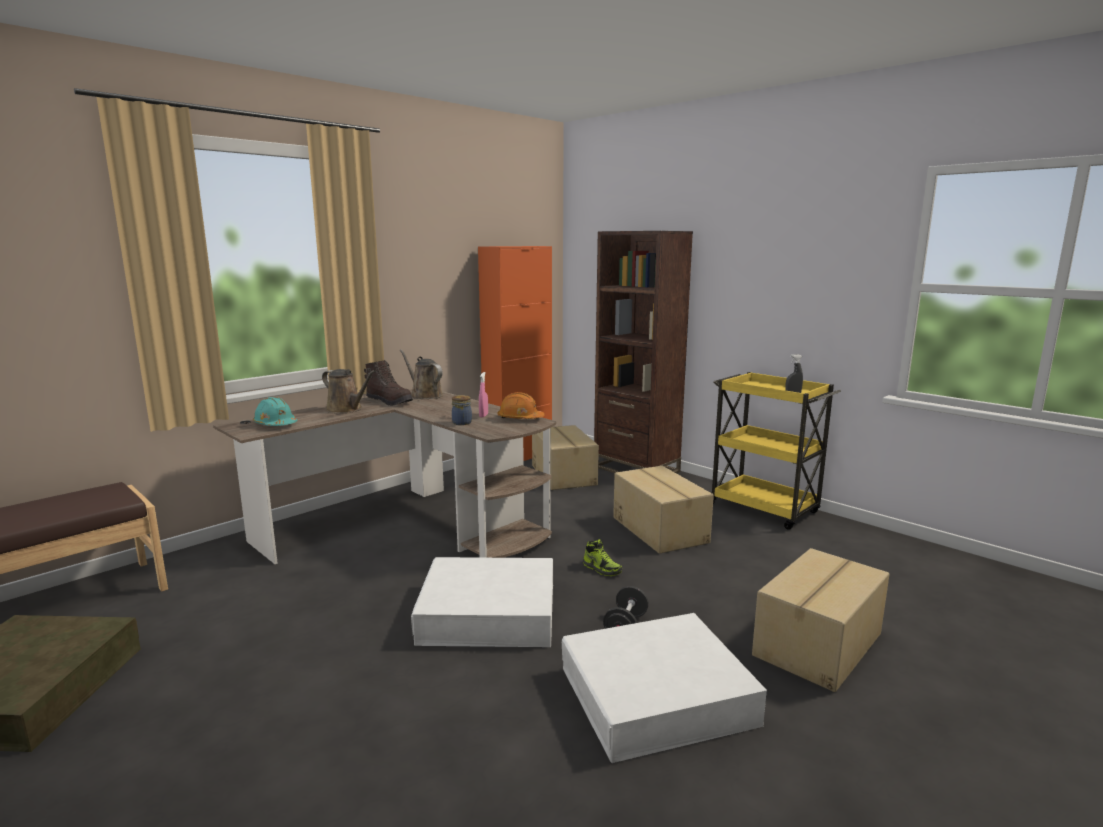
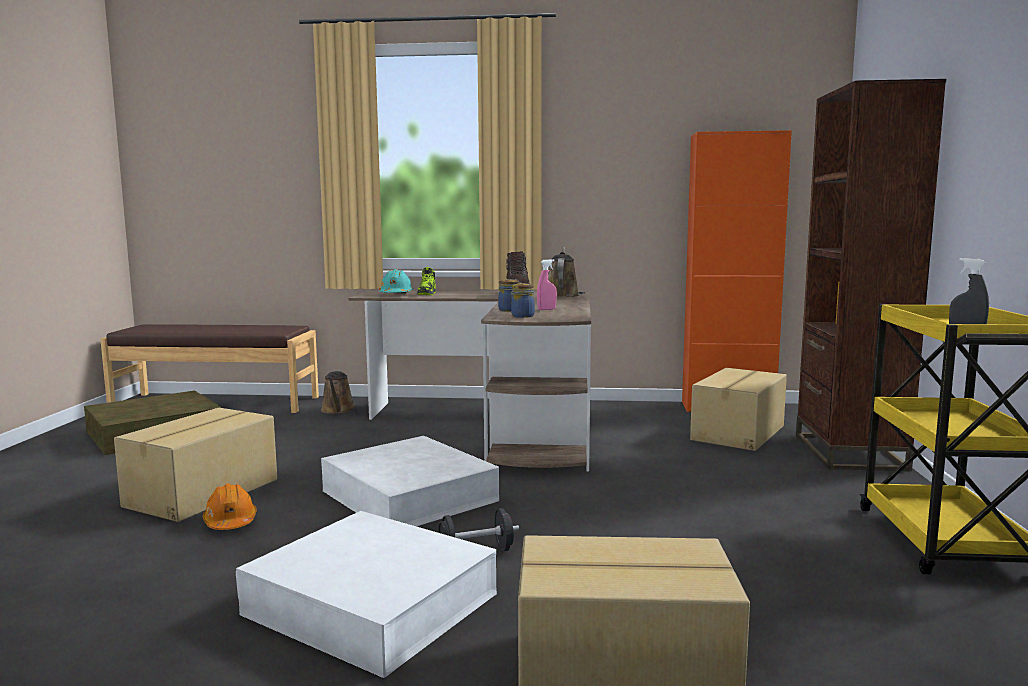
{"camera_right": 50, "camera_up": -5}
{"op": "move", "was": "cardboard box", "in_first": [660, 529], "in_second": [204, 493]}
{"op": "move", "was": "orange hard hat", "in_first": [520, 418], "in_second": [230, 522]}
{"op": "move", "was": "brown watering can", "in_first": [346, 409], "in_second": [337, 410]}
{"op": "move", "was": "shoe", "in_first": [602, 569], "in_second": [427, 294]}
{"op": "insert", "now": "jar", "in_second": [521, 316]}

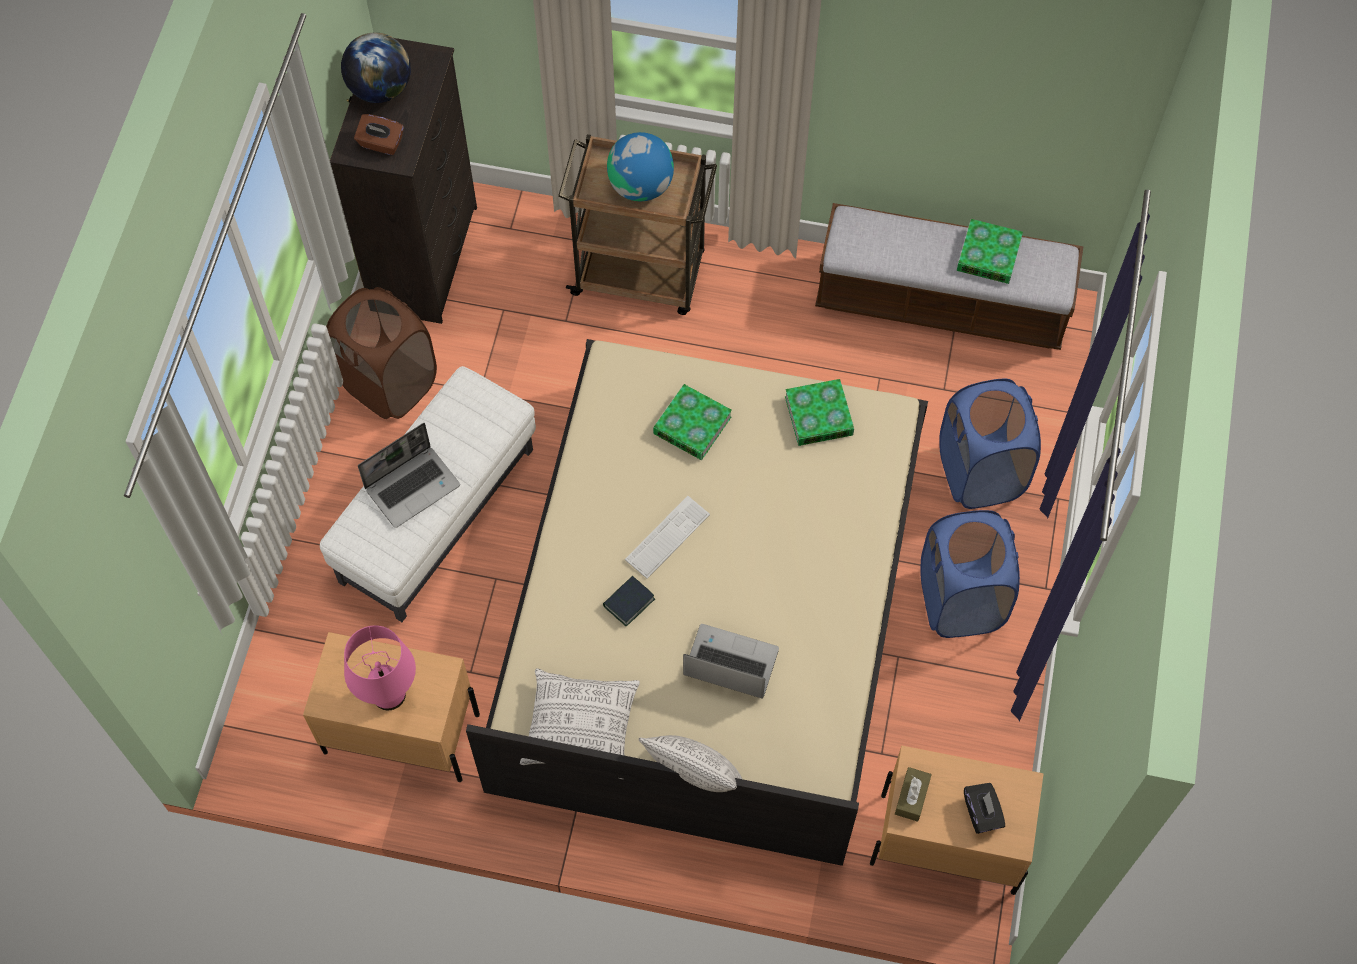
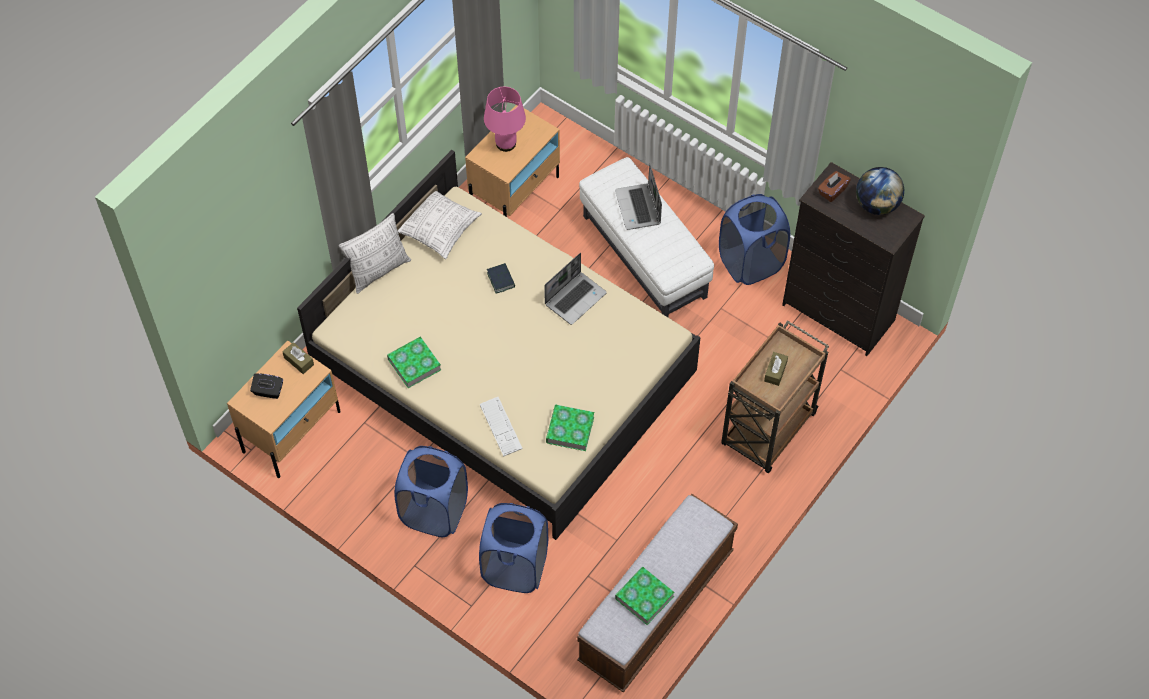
{"camera_right": 115, "camera_up": -5}
{"op": "move", "was": "book", "in_first": [692, 425], "in_second": [414, 364]}
{"op": "move", "was": "keyboard", "in_first": [667, 537], "in_second": [500, 426]}
{"op": "move", "was": "laptop", "in_first": [729, 663], "in_second": [575, 298]}
{"op": "recolor", "was": "brown laundry basket", "now": "blue laundry basket", "in_first": [389, 383], "in_second": [750, 263]}
{"op": "replace", "was": "globe", "now": "brown tissue box", "in_first": [640, 186], "in_second": [775, 372]}

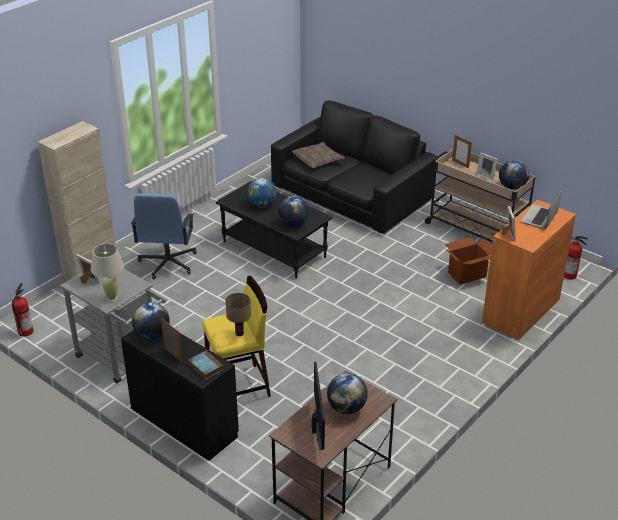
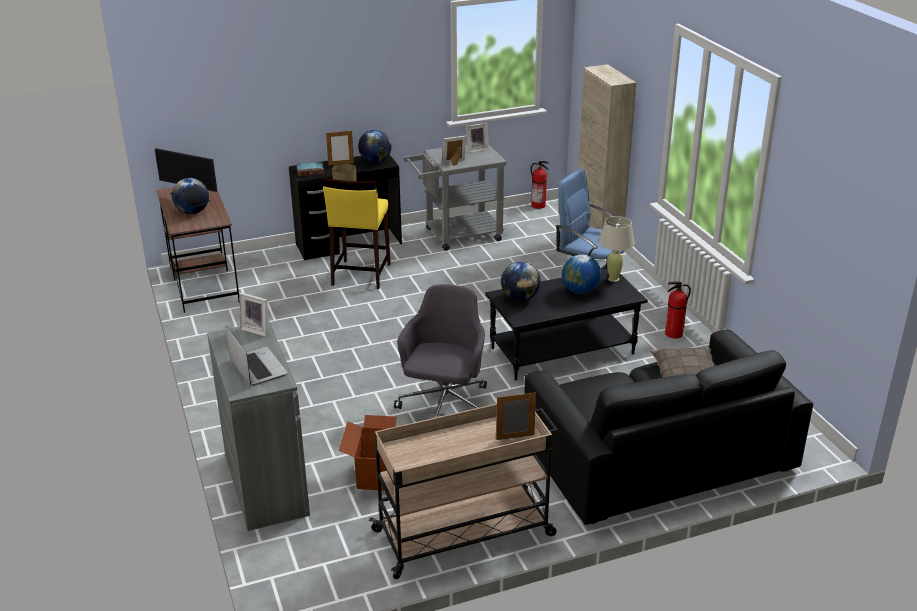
{"camera_right": 120, "camera_up": -5}
{"op": "recolor", "was": "orange cabinet", "now": "grey cabinet", "in_first": [521, 311], "in_second": [266, 484]}
{"op": "insert", "now": "grey office chair", "in_second": [444, 404]}
{"op": "move", "was": "picture frame", "in_first": [486, 176], "in_second": [455, 163]}
{"op": "move", "was": "beige table lamp", "in_first": [112, 298], "in_second": [613, 279]}
{"op": "move", "was": "fire extinguisher", "in_first": [570, 275], "in_second": [673, 334]}
{"op": "delete", "was": "globe", "in_first": [511, 187]}

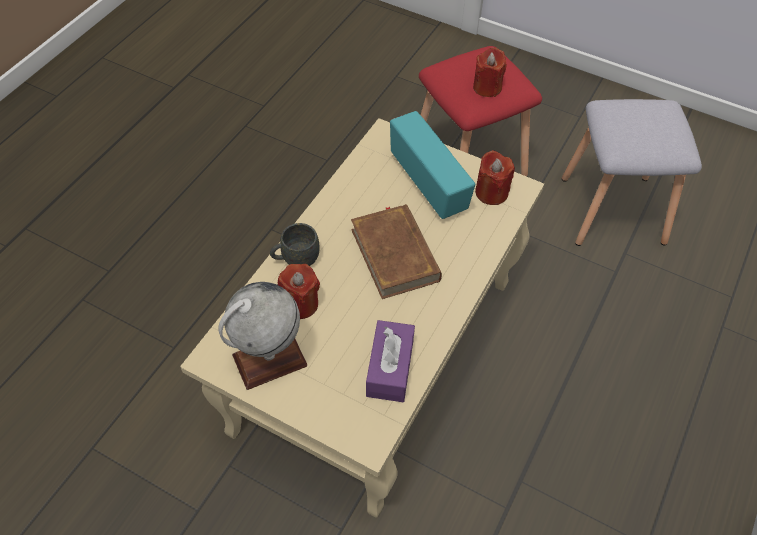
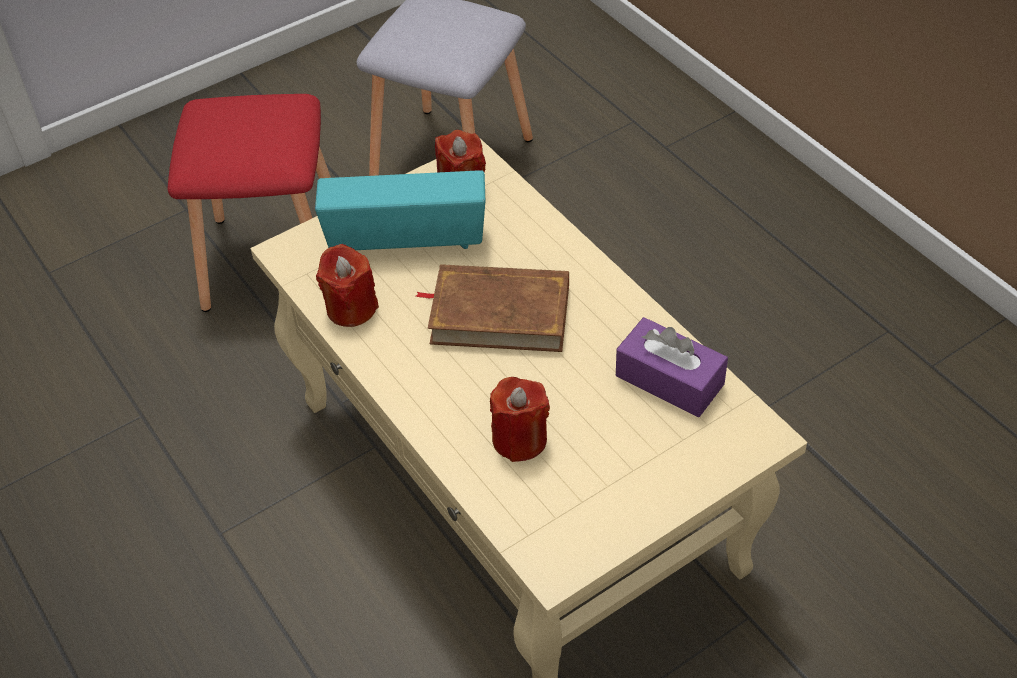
{"camera_right": -60, "camera_up": -5}
{"op": "move", "was": "red candle", "in_first": [487, 87], "in_second": [351, 308]}
{"op": "delete", "was": "globe", "in_first": [269, 360]}
{"op": "delete", "was": "grey mug", "in_first": [295, 259]}

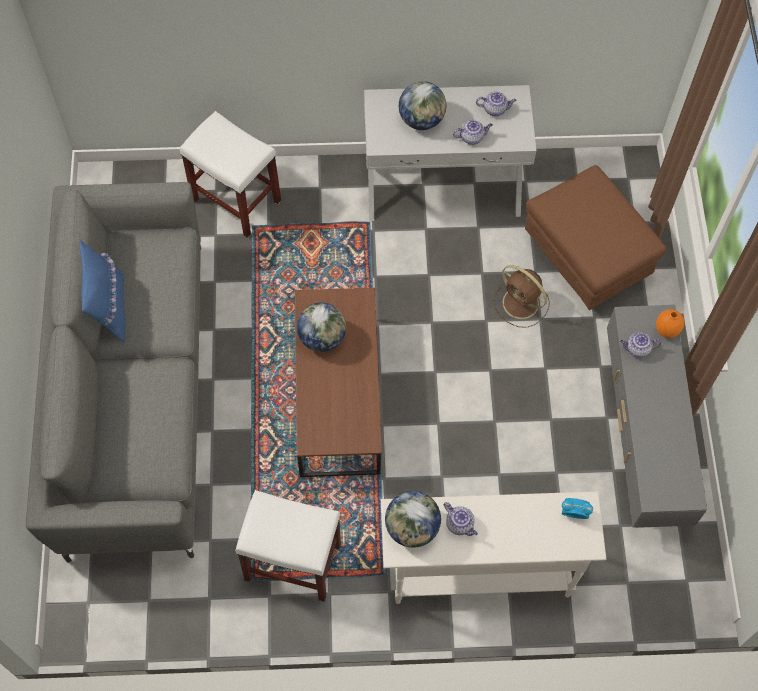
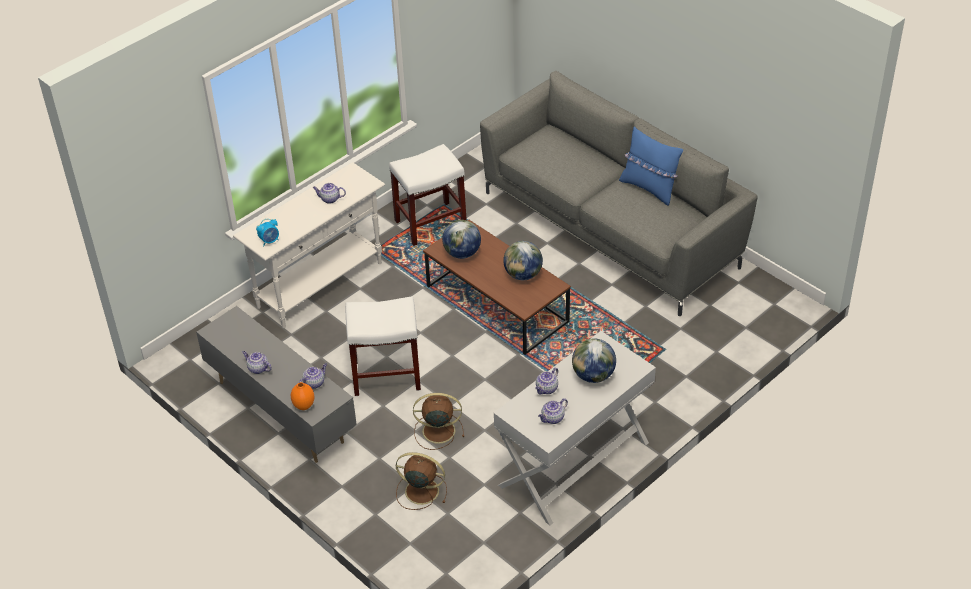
{"camera_right": 140, "camera_up": -20}
{"op": "insert", "now": "teapot", "in_second": [257, 368]}
{"op": "move", "was": "white stool", "in_first": [237, 201], "in_second": [385, 376]}
{"op": "replace", "was": "brown ottoman", "now": "brown fan", "in_first": [586, 260], "in_second": [420, 491]}
{"op": "move", "was": "globe", "in_first": [412, 528], "in_second": [462, 253]}

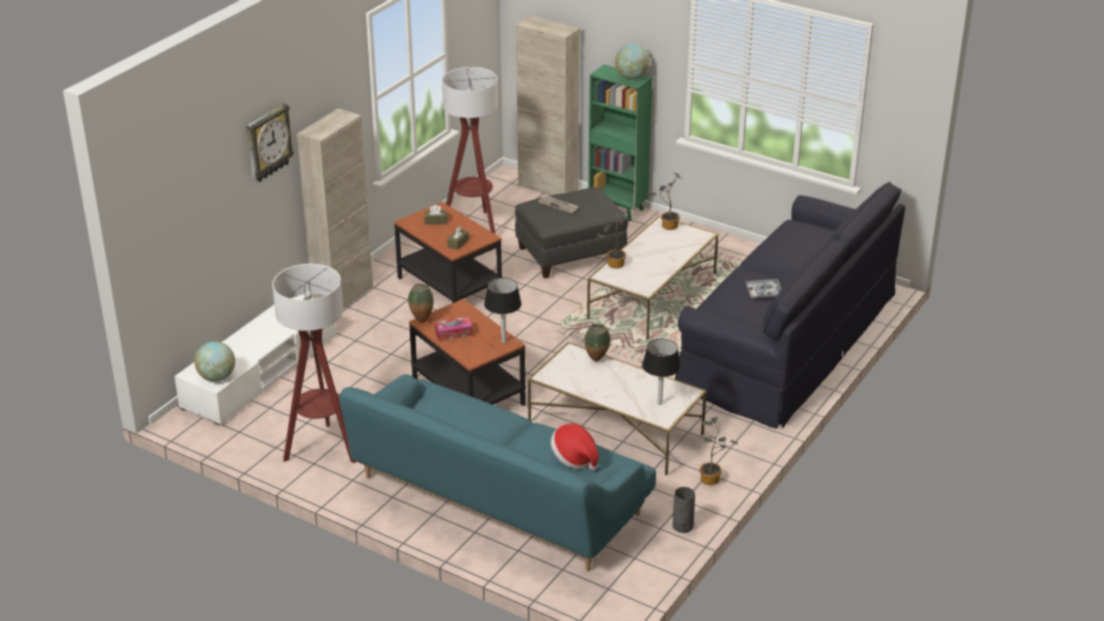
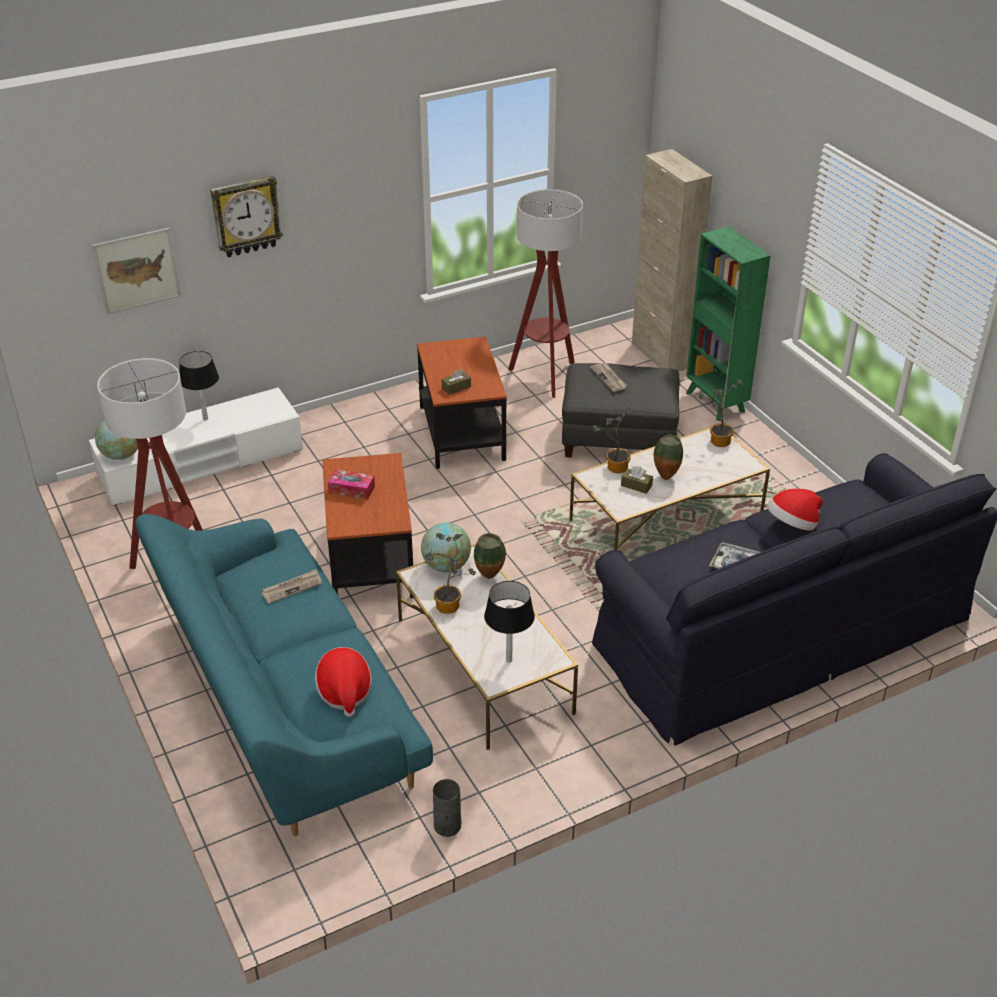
{"camera_right": 30, "camera_up": 5}
{"op": "insert", "now": "picture", "in_second": [137, 270]}
{"op": "move", "was": "black table lamp", "in_first": [503, 341], "in_second": [205, 419]}
{"op": "insert", "now": "newspaper", "in_second": [292, 588]}
{"op": "move", "was": "globe", "in_first": [631, 77], "in_second": [446, 566]}
{"op": "move", "was": "potted plant", "in_first": [713, 479], "in_second": [450, 607]}
{"op": "move", "was": "brown tissue box", "in_first": [436, 221], "in_second": [636, 485]}
{"op": "move", "was": "vase", "in_first": [421, 320], "in_second": [665, 476]}
{"op": "insert", "now": "hat", "in_second": [792, 525]}
{"op": "delete", "was": "beige cabinet", "in_first": [343, 297]}

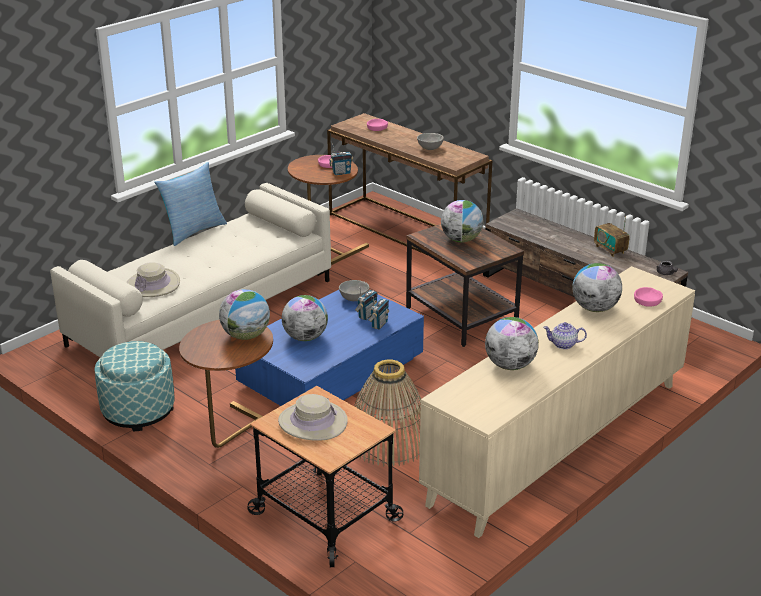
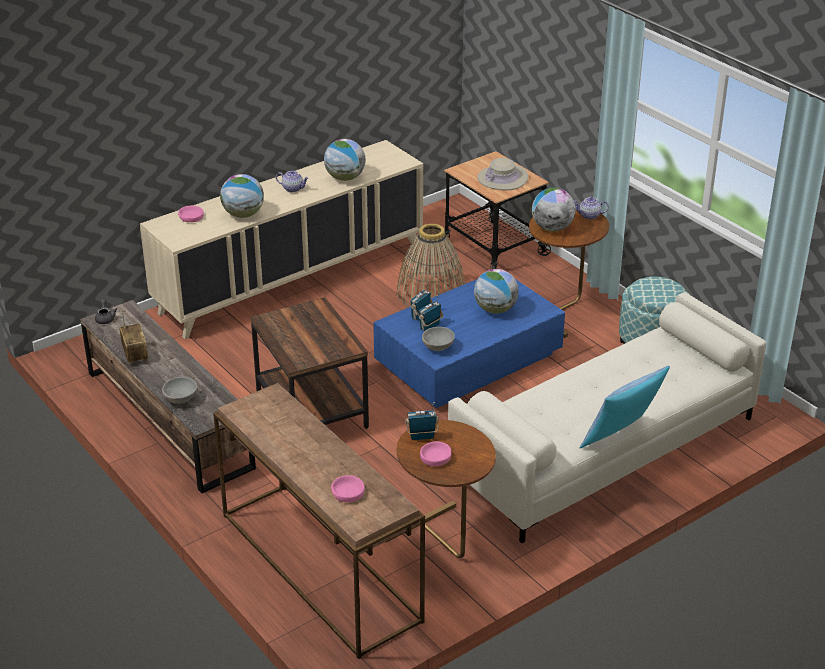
{"camera_right": -170, "camera_up": 5}
{"op": "move", "was": "grey bowl", "in_first": [429, 148], "in_second": [181, 400]}
{"op": "insert", "now": "teapot", "in_second": [589, 216]}
{"op": "delete", "was": "beige hat", "in_first": [152, 284]}
{"op": "delete", "was": "globe", "in_first": [461, 240]}

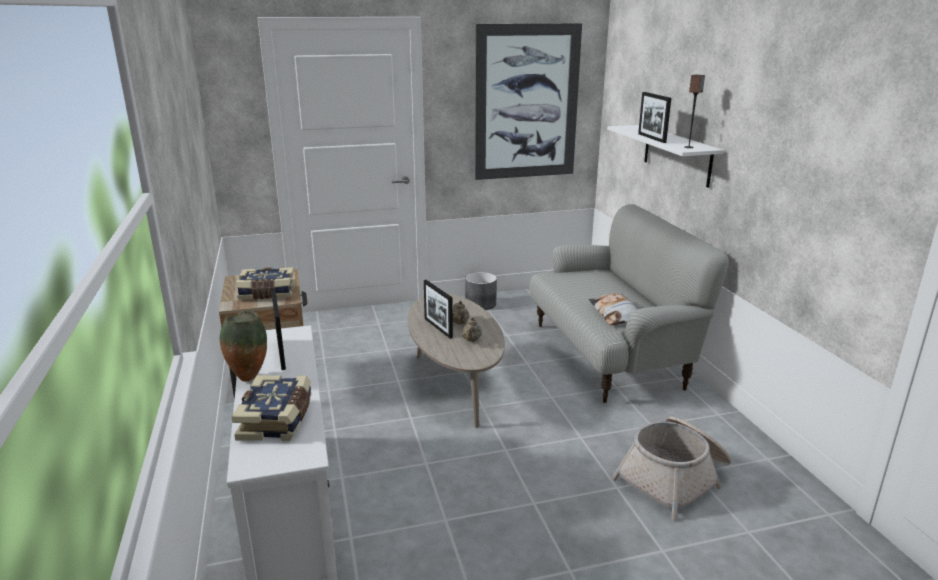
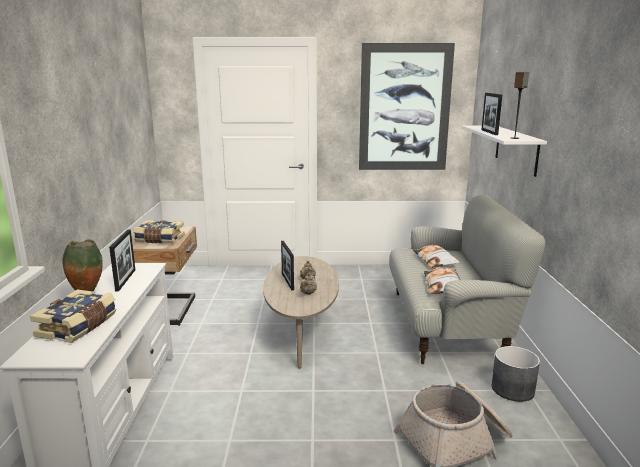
{"camera_right": 15, "camera_up": -5}
{"op": "insert", "now": "pillow", "in_second": [435, 260]}
{"op": "move", "was": "grey planter", "in_first": [480, 304], "in_second": [512, 389]}

